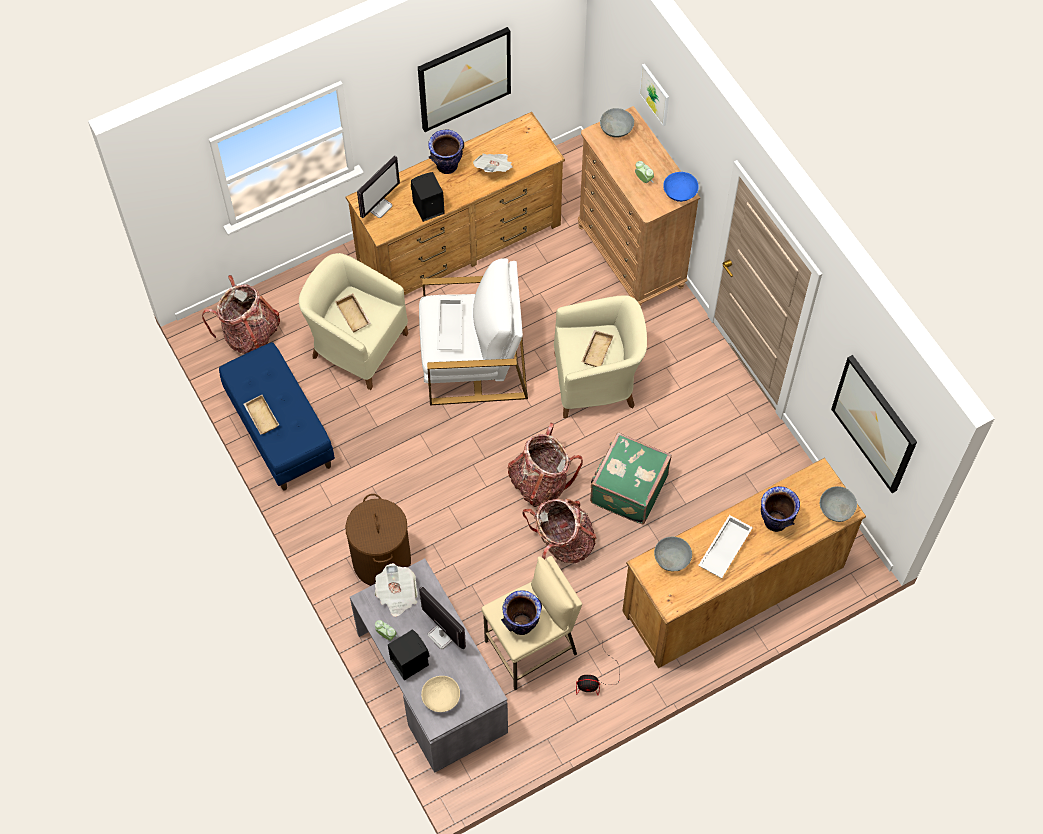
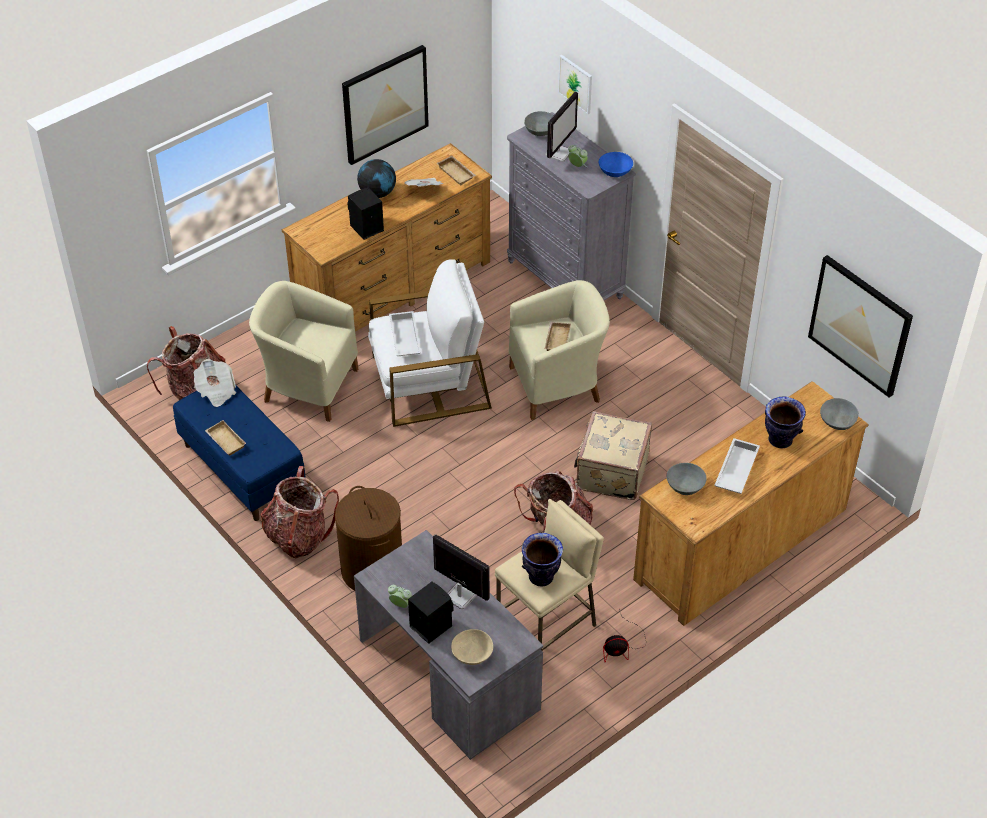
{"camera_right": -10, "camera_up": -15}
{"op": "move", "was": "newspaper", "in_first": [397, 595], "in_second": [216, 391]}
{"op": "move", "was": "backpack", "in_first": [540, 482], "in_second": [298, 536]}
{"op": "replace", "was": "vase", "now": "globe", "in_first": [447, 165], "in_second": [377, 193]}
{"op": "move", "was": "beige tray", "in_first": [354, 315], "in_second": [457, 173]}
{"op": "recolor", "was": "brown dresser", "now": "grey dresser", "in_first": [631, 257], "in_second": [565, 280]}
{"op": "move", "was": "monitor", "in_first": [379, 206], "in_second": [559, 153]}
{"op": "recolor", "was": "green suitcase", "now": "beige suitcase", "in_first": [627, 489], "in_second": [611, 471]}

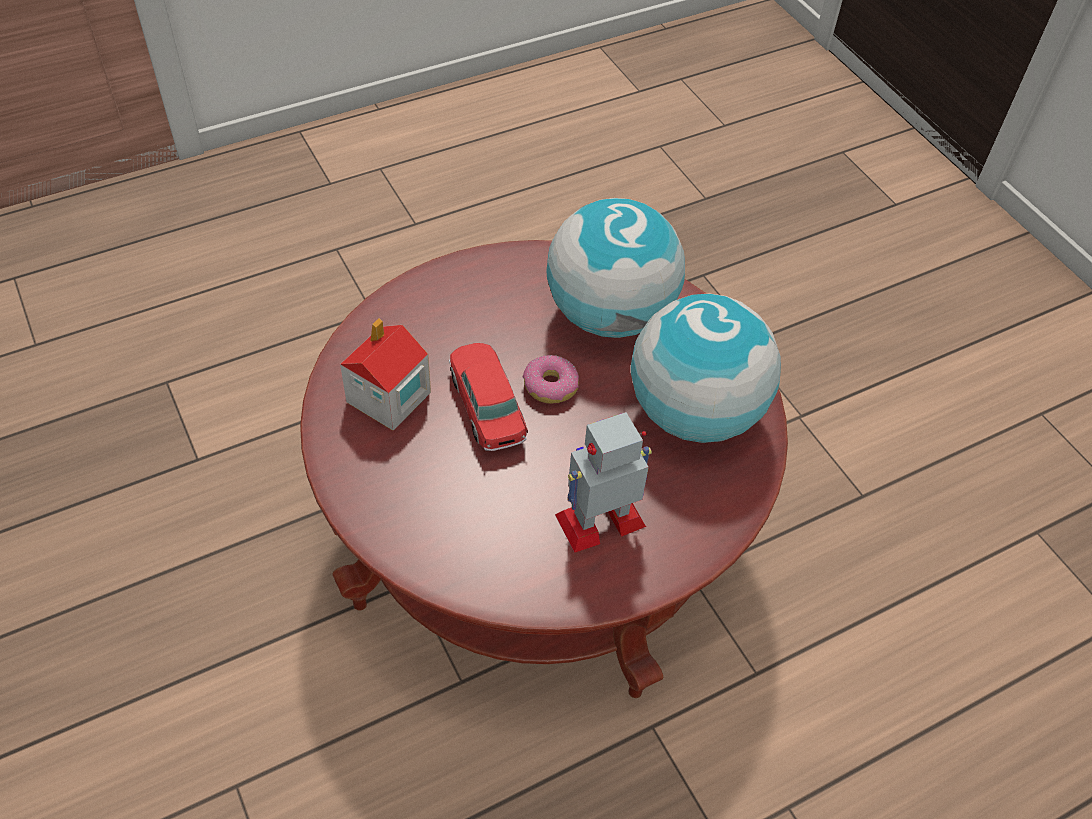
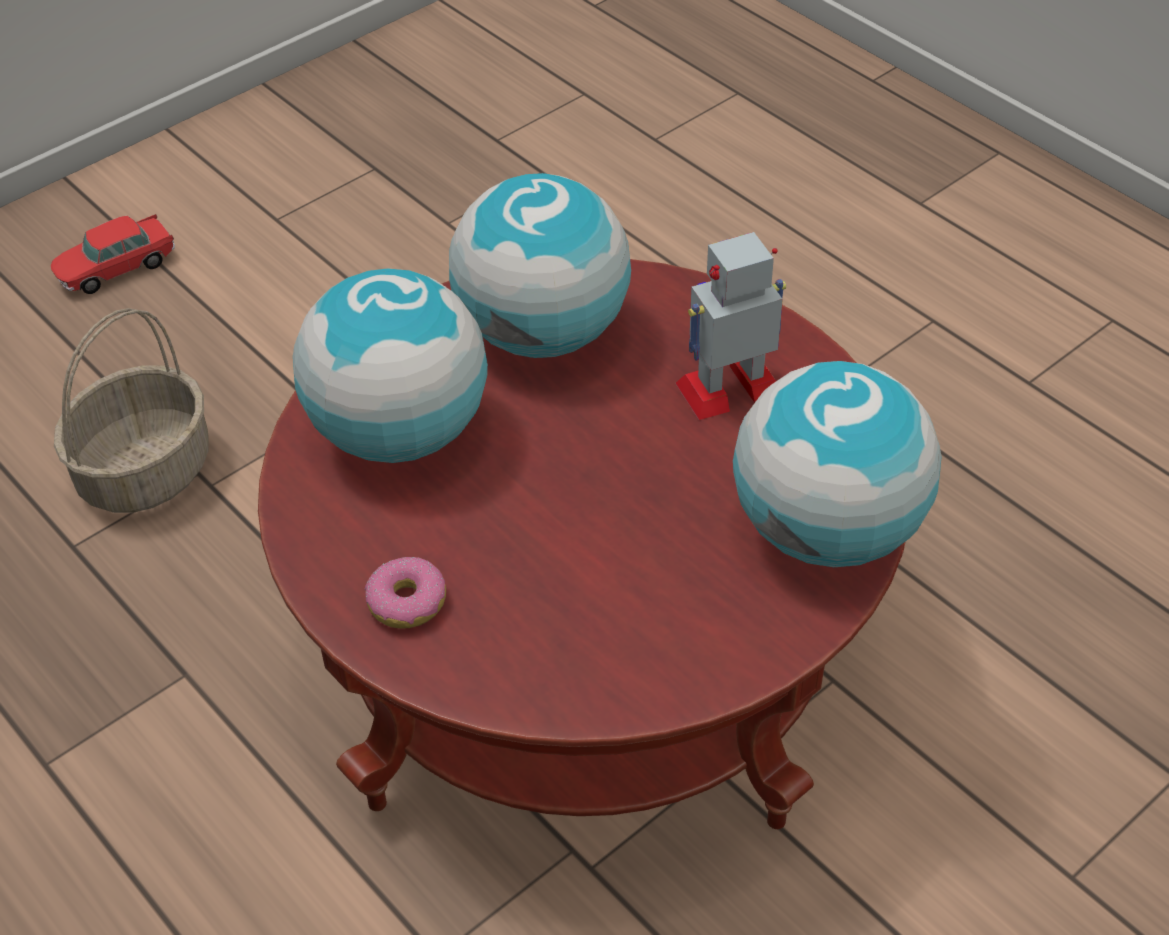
{"camera_right": -100, "camera_up": -5}
{"op": "move", "was": "toy car", "in_first": [487, 406], "in_second": [116, 268]}
{"op": "insert", "now": "basket", "in_second": [145, 470]}
{"op": "move", "was": "donut", "in_first": [550, 386], "in_second": [407, 602]}
{"op": "rotate", "was": "toy robot", "in_first": [601, 520], "in_second": [730, 387], "clockwise": 105}
{"op": "insert", "now": "globe", "in_second": [827, 530]}
{"op": "delete", "was": "toy house", "in_first": [388, 398]}

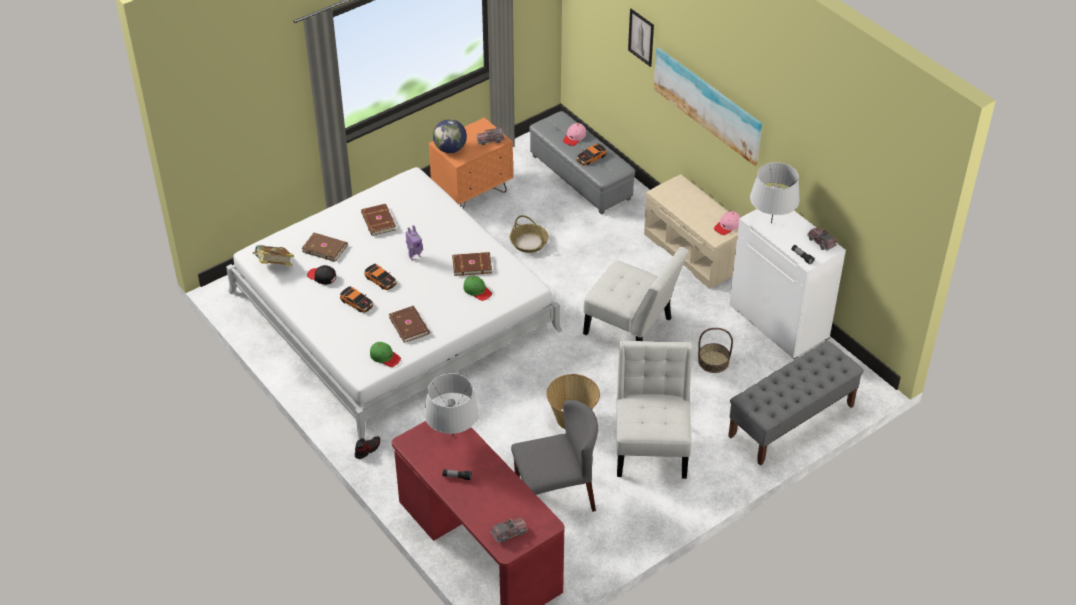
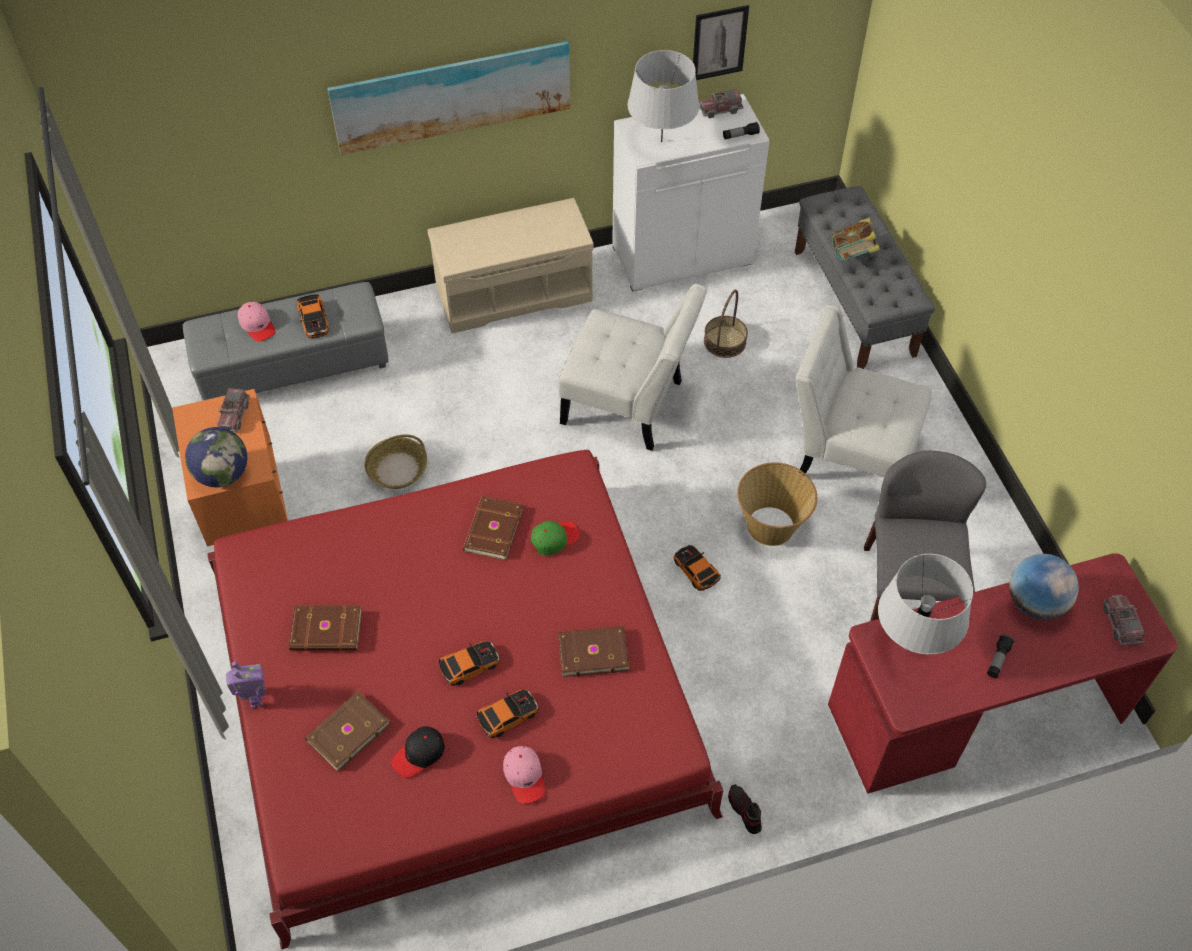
{"camera_right": -70, "camera_up": 10}
{"op": "recolor", "was": "white bed", "now": "red bed", "in_first": [393, 311], "in_second": [457, 693]}
{"op": "move", "was": "toy robot", "in_first": [414, 256], "in_second": [254, 698]}
{"op": "move", "was": "pink cap", "in_first": [727, 226], "in_second": [525, 776]}
{"op": "rotate", "was": "white chair", "in_first": [632, 328], "in_second": [629, 405], "clockwise": 60}
{"op": "insert", "now": "toy car", "in_second": [695, 570]}
{"op": "move", "was": "picture", "in_first": [641, 37], "in_second": [719, 43]}
{"op": "move", "was": "book", "in_first": [274, 266], "in_second": [852, 255]}
{"op": "insert", "now": "globe", "in_second": [1034, 603]}
{"op": "delete", "was": "green cap", "in_first": [385, 357]}

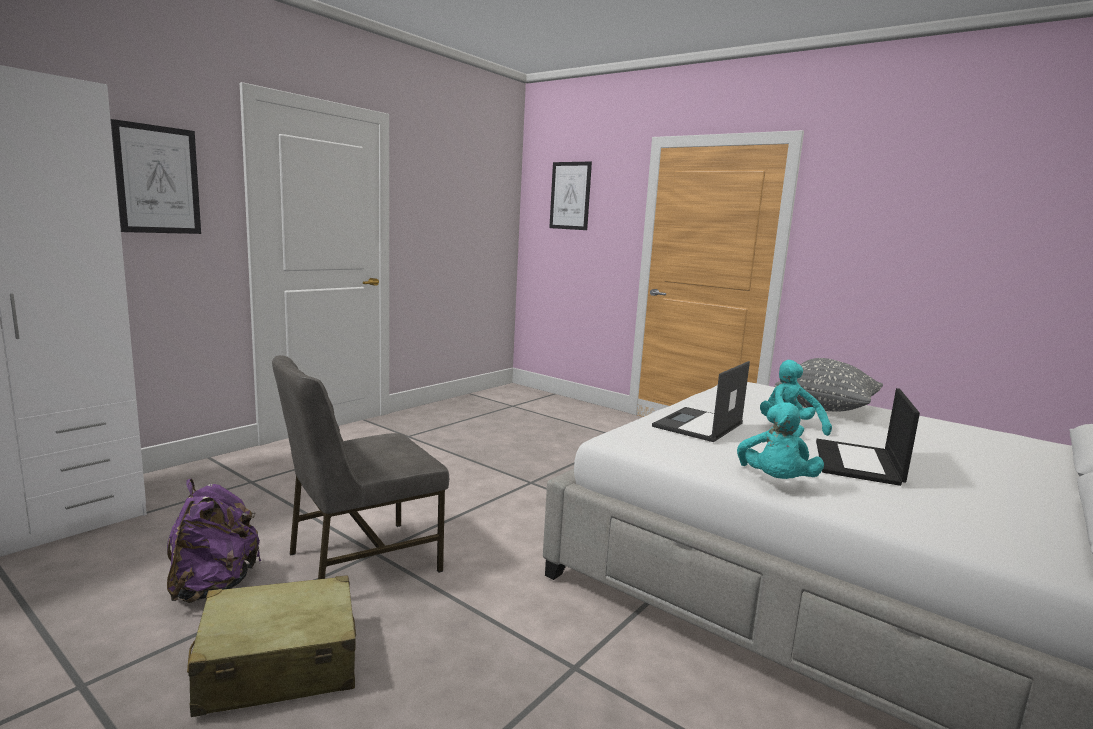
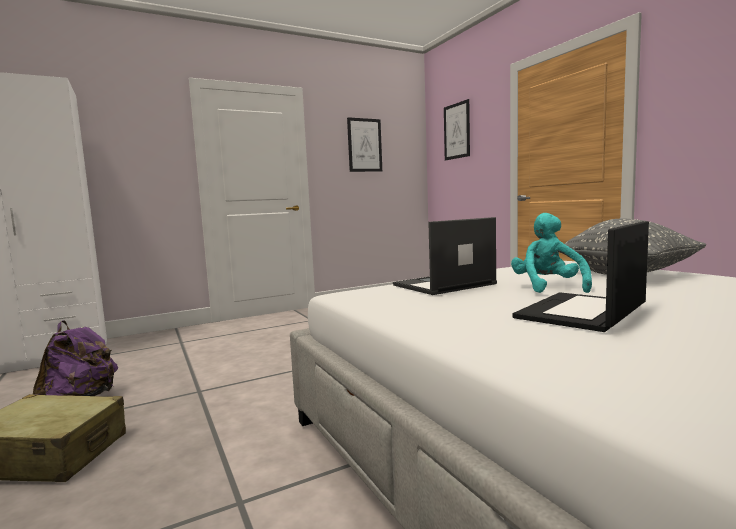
{"camera_right": 25, "camera_up": -5}
{"op": "move", "was": "picture", "in_first": [158, 180], "in_second": [364, 145]}
{"op": "delete", "was": "grey chair", "in_first": [361, 561]}
{"op": "delete", "was": "turquoise plush toy", "in_first": [775, 482]}

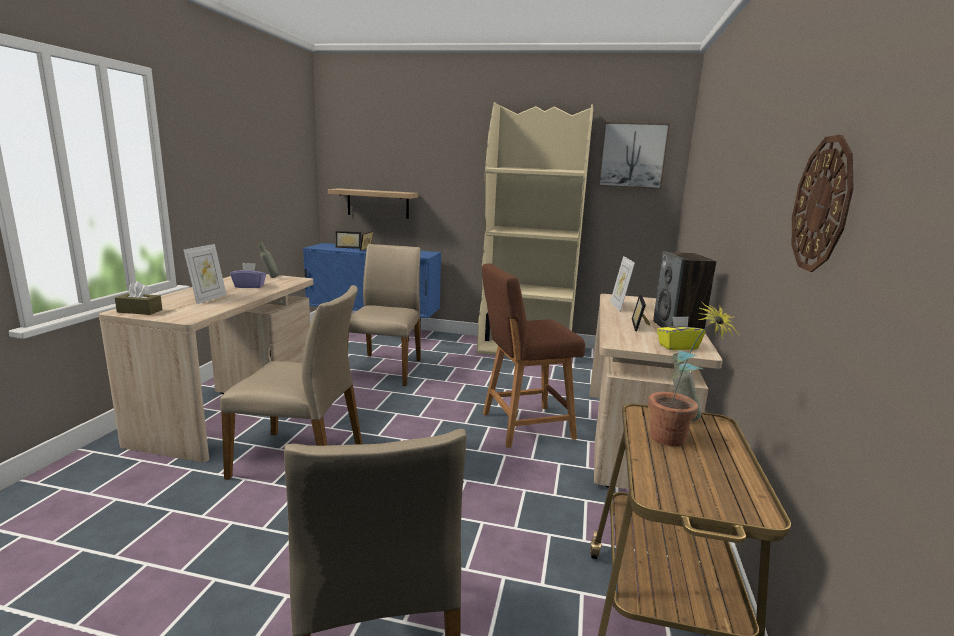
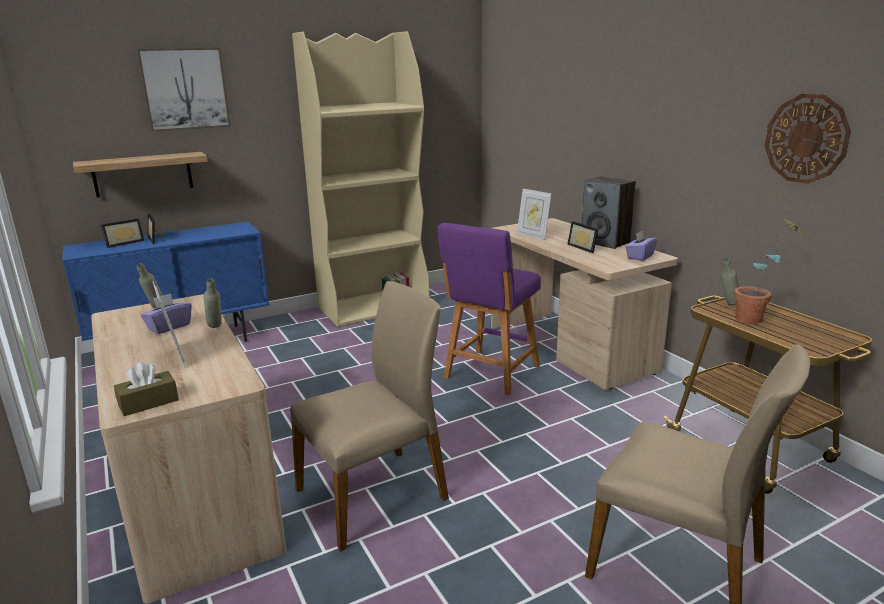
{"camera_right": -40, "camera_up": 5}
{"op": "move", "was": "picture", "in_first": [632, 155], "in_second": [185, 89]}
{"op": "insert", "now": "grey bottle", "in_second": [216, 328]}
{"op": "recolor", "was": "brown stool", "now": "purple stool", "in_first": [522, 426], "in_second": [489, 374]}
{"op": "recolor", "was": "yellow tissue box", "now": "purple tissue box", "in_first": [677, 347], "in_second": [639, 256]}
{"op": "delete", "was": "beige chair", "in_first": [385, 369]}

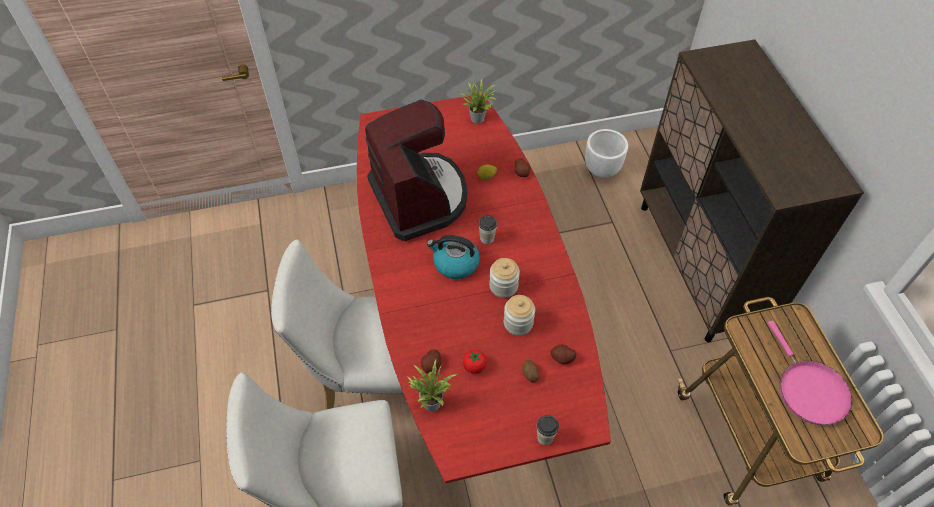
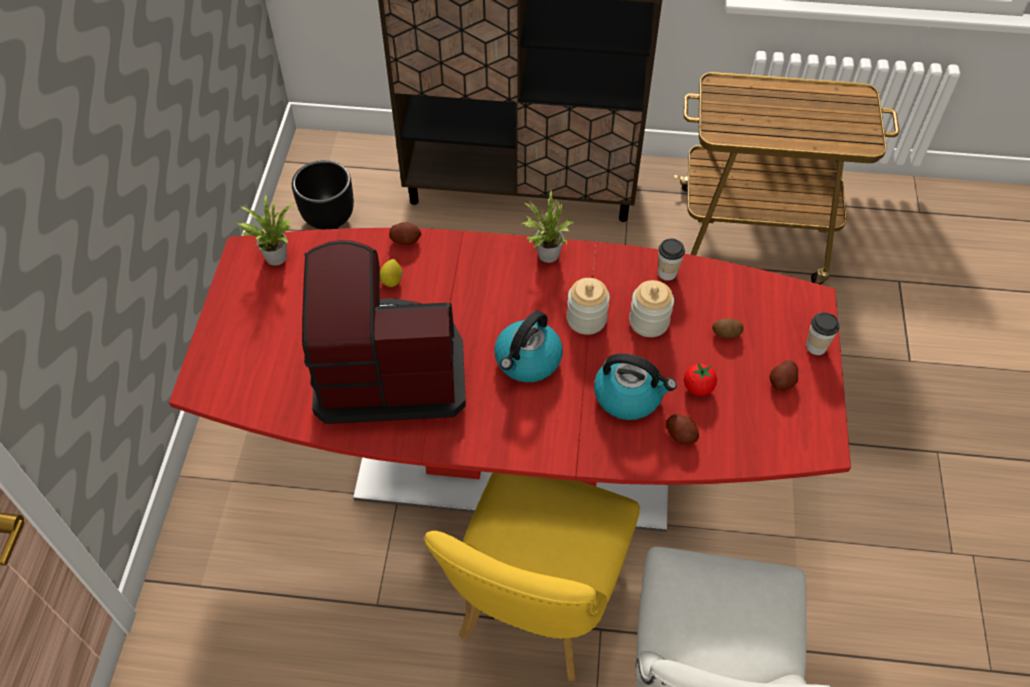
{"camera_right": -70, "camera_up": 0}
{"op": "recolor", "was": "white planter", "now": "black planter", "in_first": [602, 170], "in_second": [329, 218]}
{"op": "recolor", "was": "white chair", "now": "yellow chair", "in_first": [367, 377], "in_second": [535, 608]}
{"op": "move", "was": "potted plant", "in_first": [431, 401], "in_second": [545, 254]}
{"op": "insert", "now": "kettle", "in_second": [629, 396]}
{"op": "move", "was": "cup", "in_first": [487, 238], "in_second": [667, 273]}
{"op": "move", "was": "potato", "in_first": [562, 358], "in_second": [782, 382]}
{"op": "delete", "was": "pink frying pan", "in_first": [809, 390]}

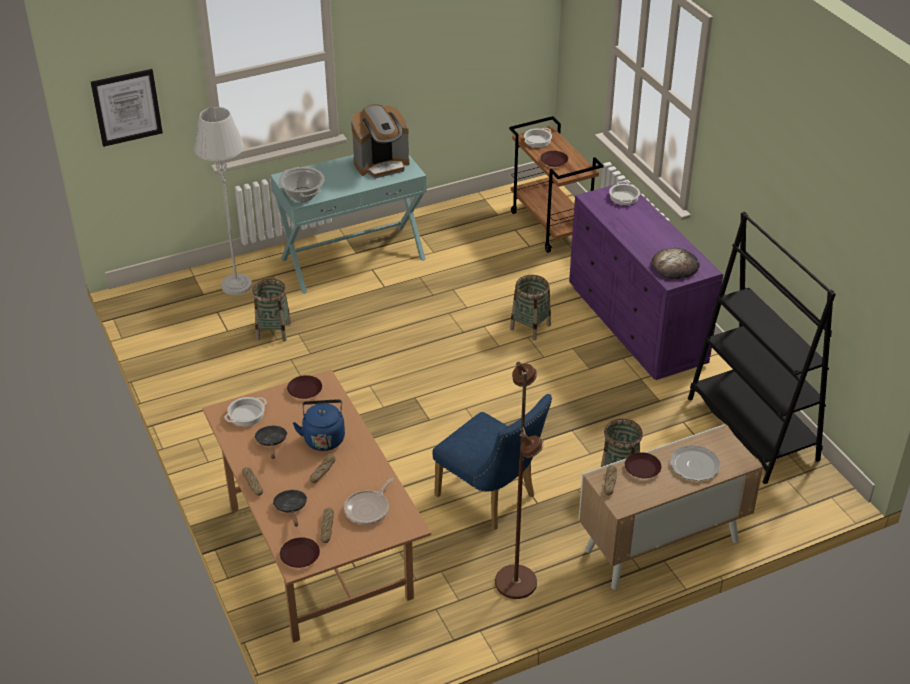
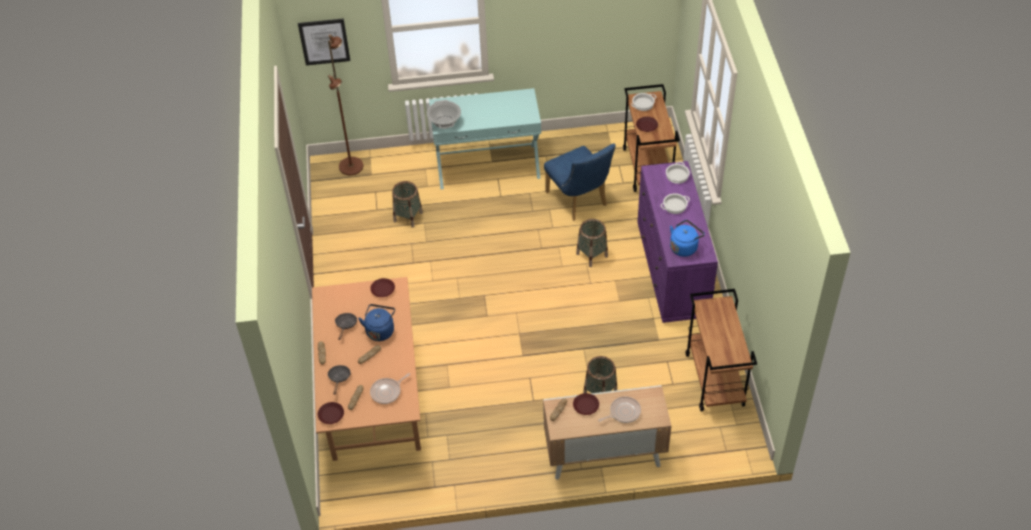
{"camera_right": 20, "camera_up": 10}
{"op": "move", "was": "brown floor lamp", "in_first": [516, 582], "in_second": [351, 166]}
{"op": "move", "was": "blue chair", "in_first": [491, 499], "in_second": [579, 202]}
{"op": "replace", "was": "plate", "now": "frying pan", "in_first": [694, 465], "in_second": [623, 412]}
{"op": "move", "was": "cooking pot", "in_first": [246, 414], "in_second": [675, 205]}
{"op": "replace", "was": "bread", "now": "blue kettle", "in_first": [675, 266], "in_second": [684, 247]}
{"op": "replace", "was": "black bookcase", "now": "brown cart", "in_first": [752, 429], "in_second": [715, 380]}
{"op": "delete", "was": "grey floor lamp", "in_first": [236, 285]}
{"op": "delete", "was": "coffee machine", "in_first": [381, 164]}

